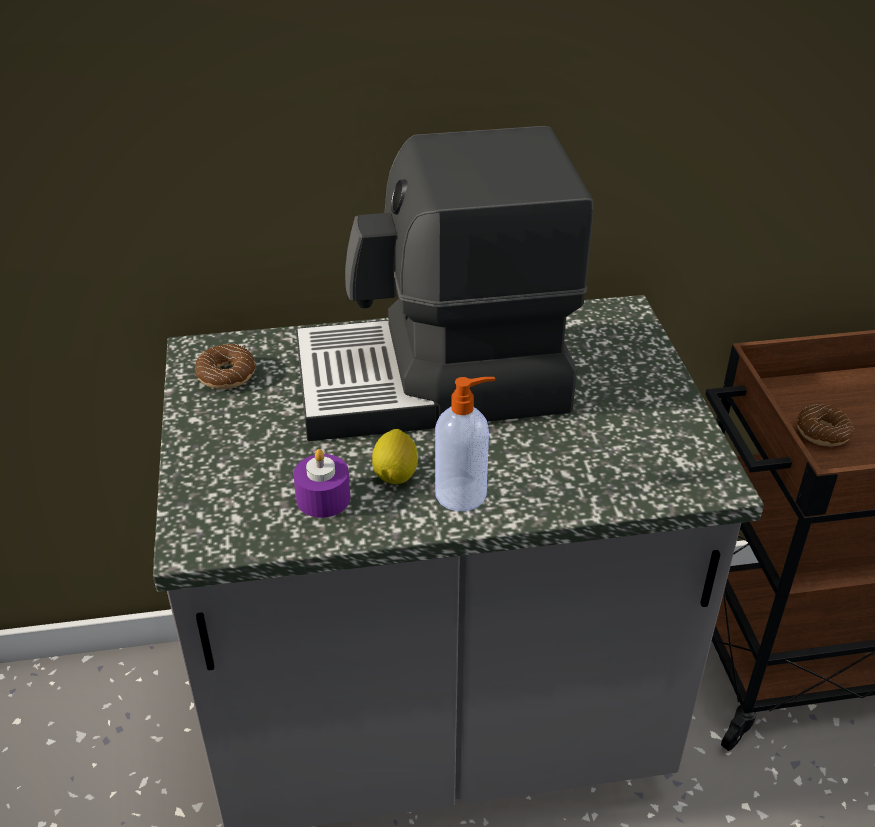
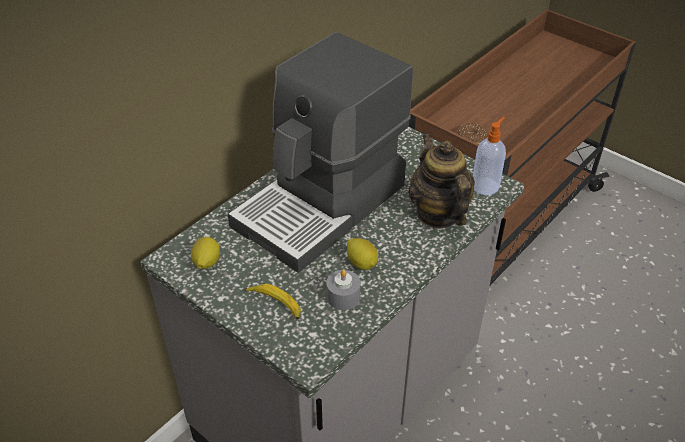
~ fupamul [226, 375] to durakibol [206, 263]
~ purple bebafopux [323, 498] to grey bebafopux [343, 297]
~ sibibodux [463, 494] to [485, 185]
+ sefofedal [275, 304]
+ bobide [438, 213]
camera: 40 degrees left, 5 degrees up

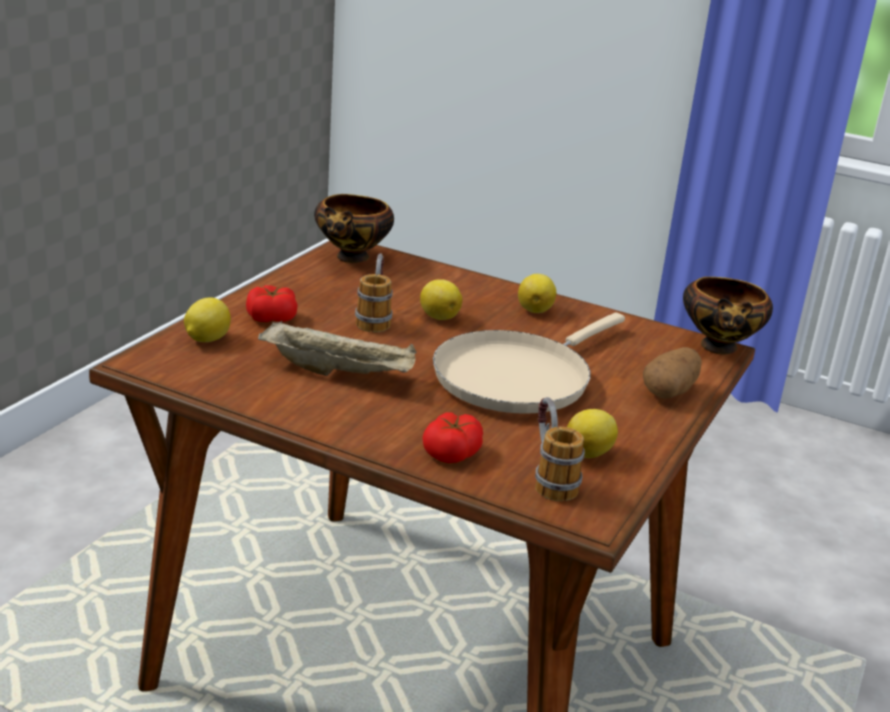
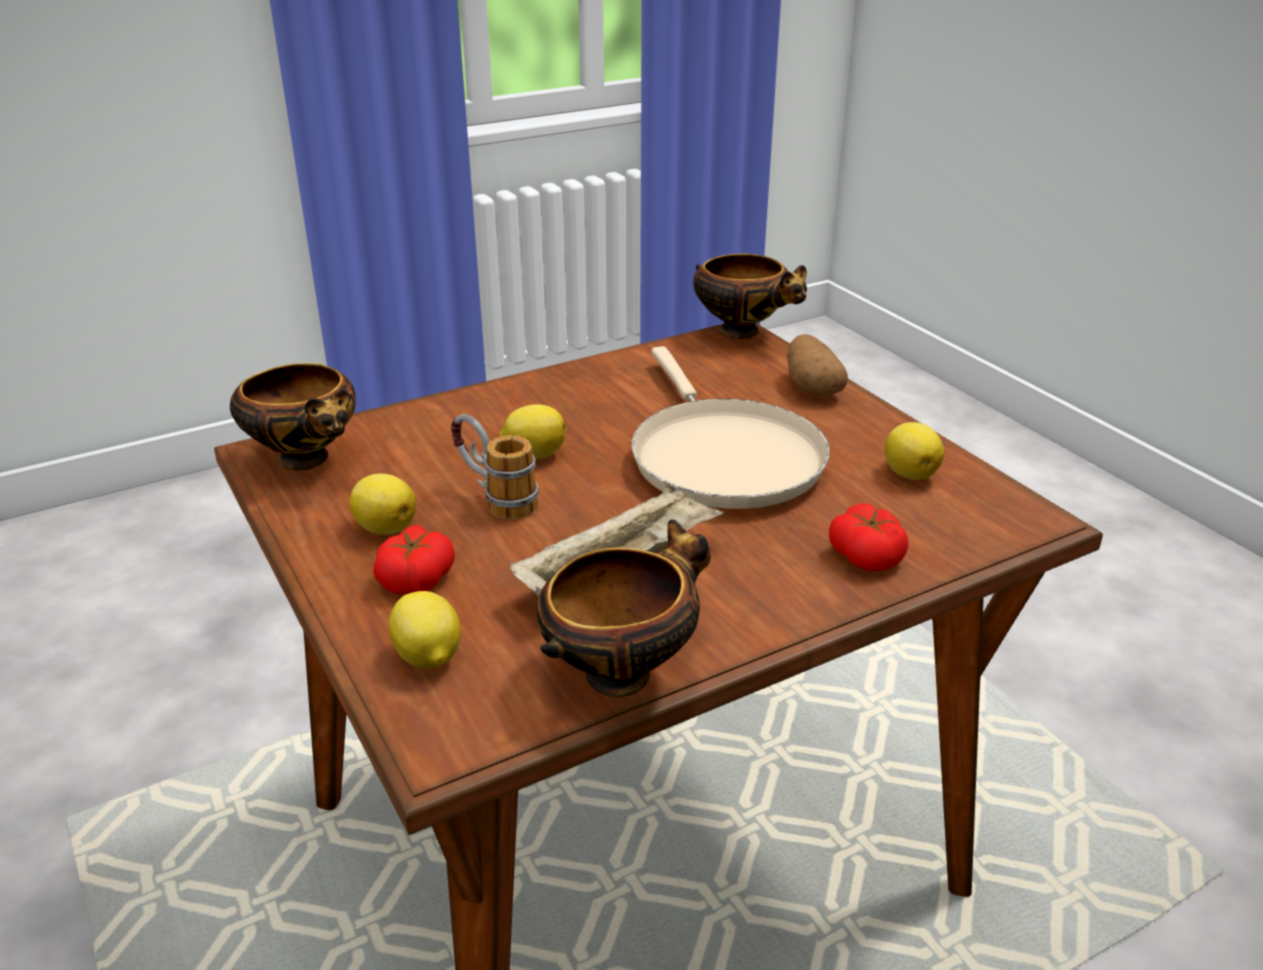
~ durakibol [535, 310] to [385, 527]
- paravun [549, 478]
+ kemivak [622, 671]
camera: 55 degrees left, 5 degrees up

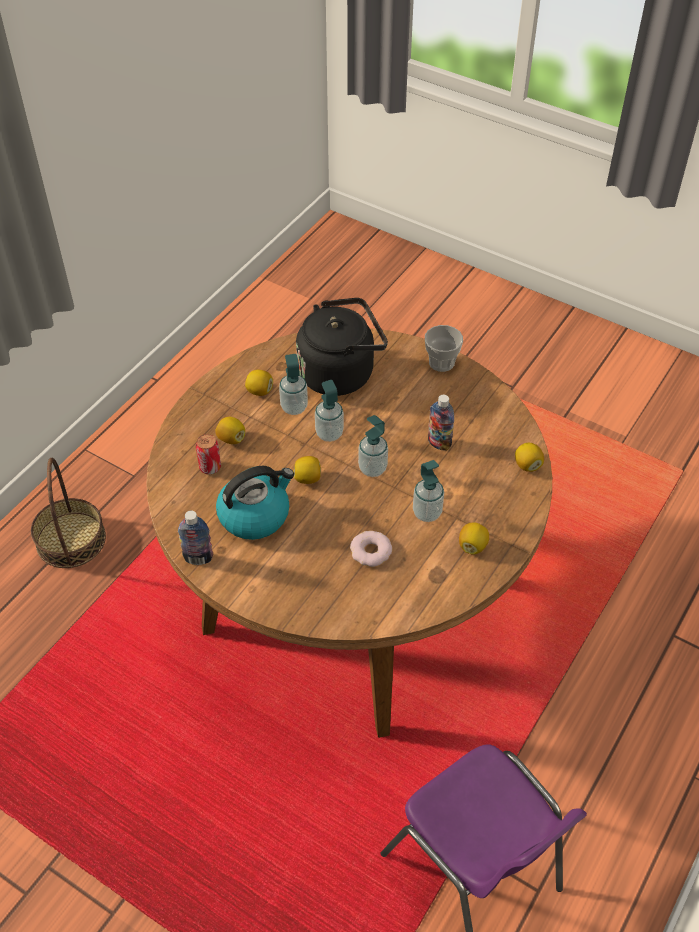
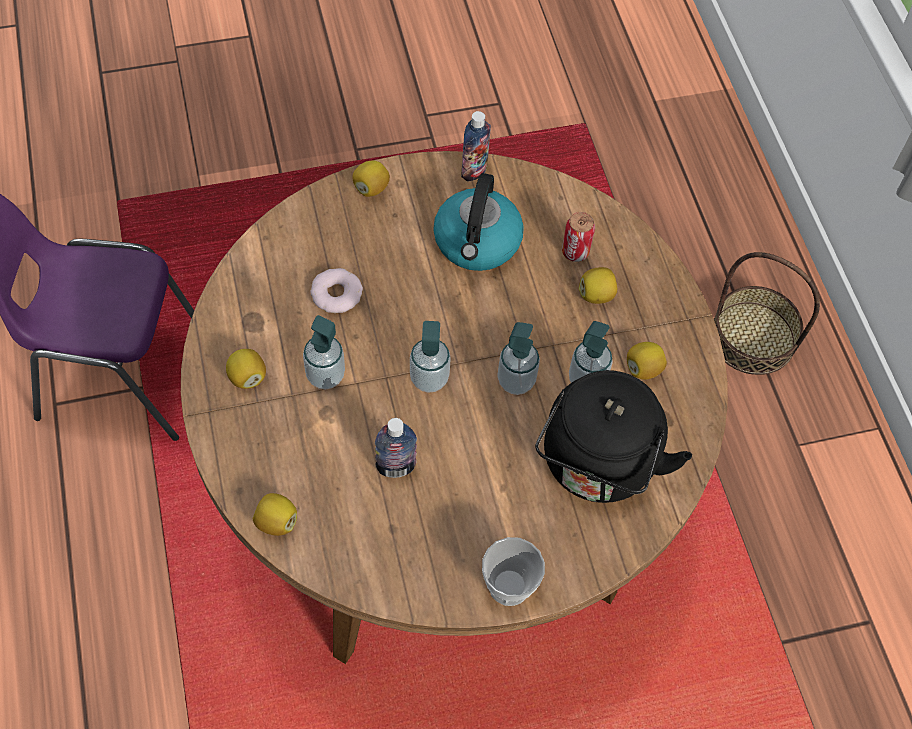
~ durakibol [308, 478] to [371, 188]
camera: 130 degrees right, 10 degrees up

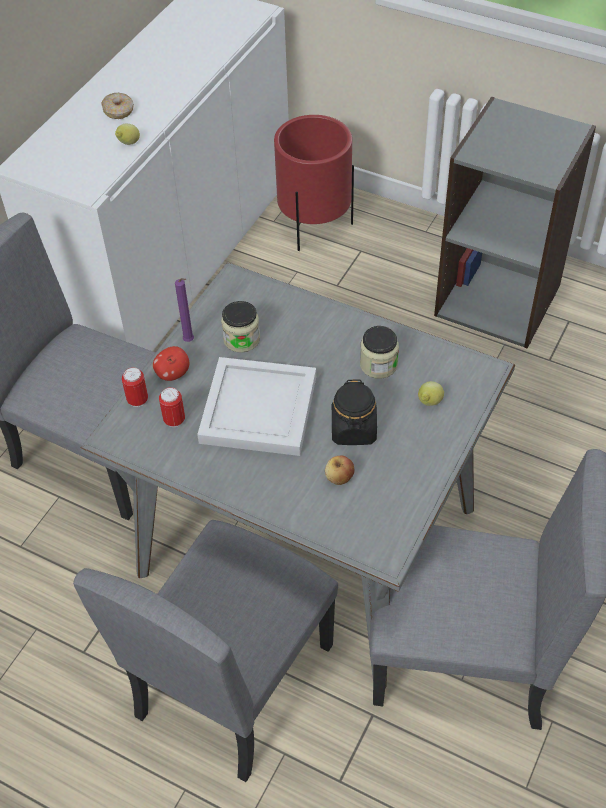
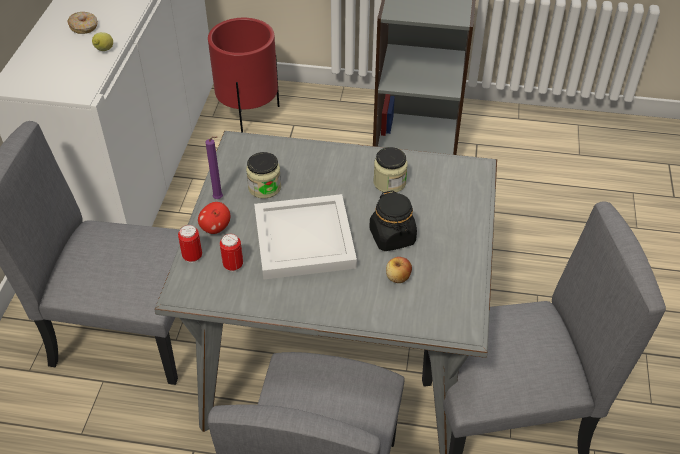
- durakibol [429, 403]
camera: 20 degrees left, 5 degrees down

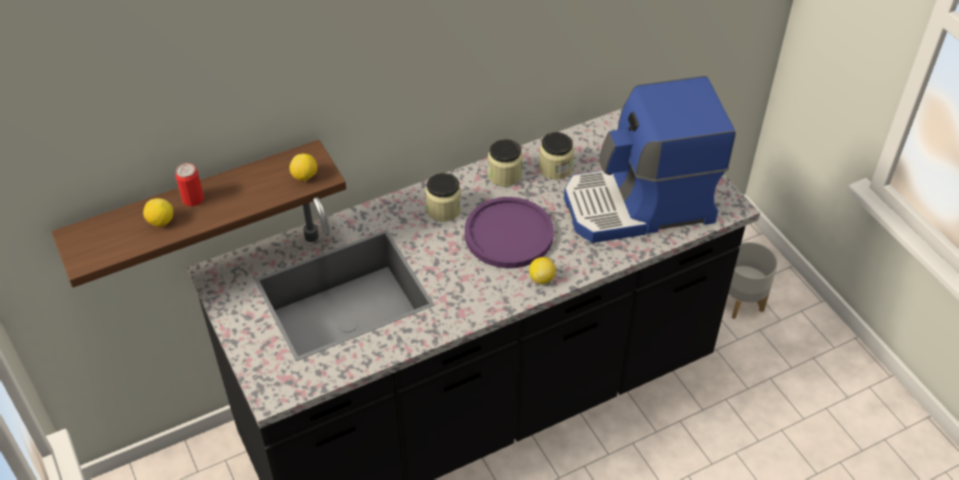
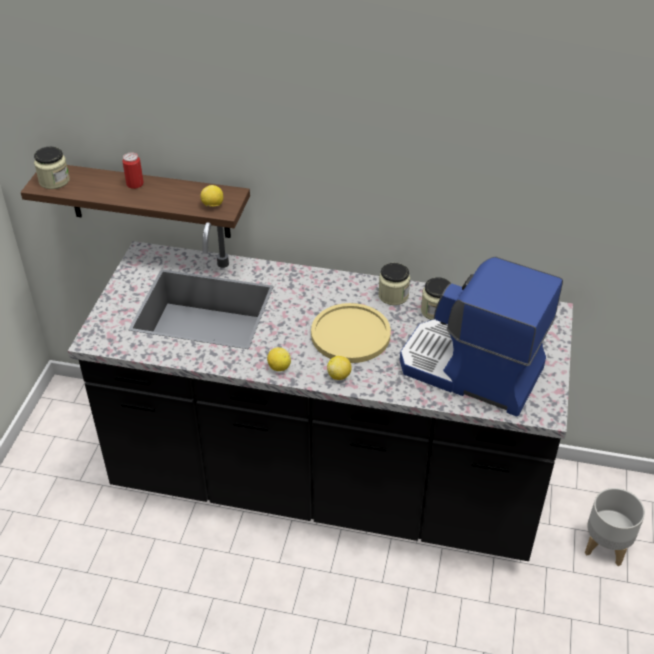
~ durakibol [161, 222] to [279, 367]
~ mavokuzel [443, 209] to [54, 181]
~ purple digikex [509, 234] to yellow digikex [350, 334]
camera: 40 degrees right, 5 degrees down

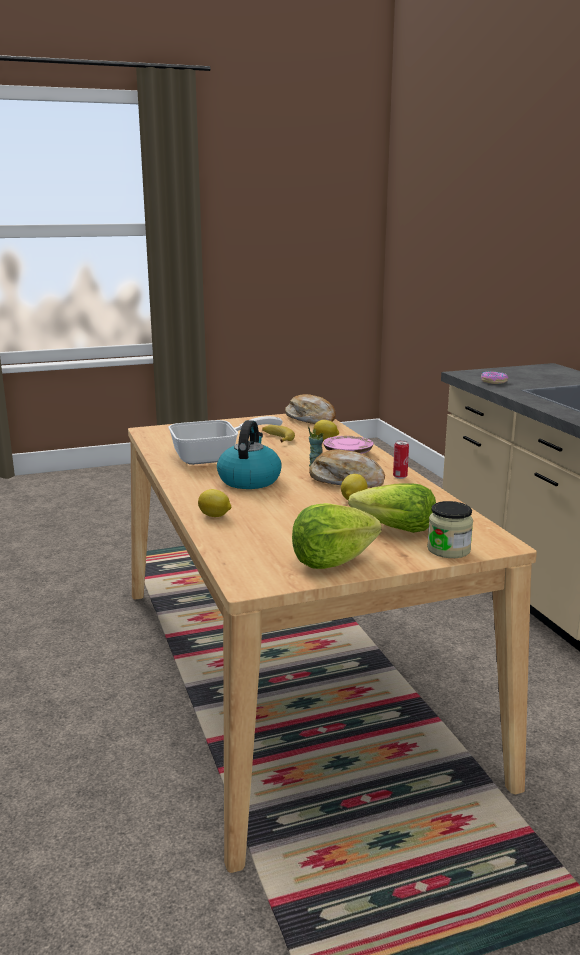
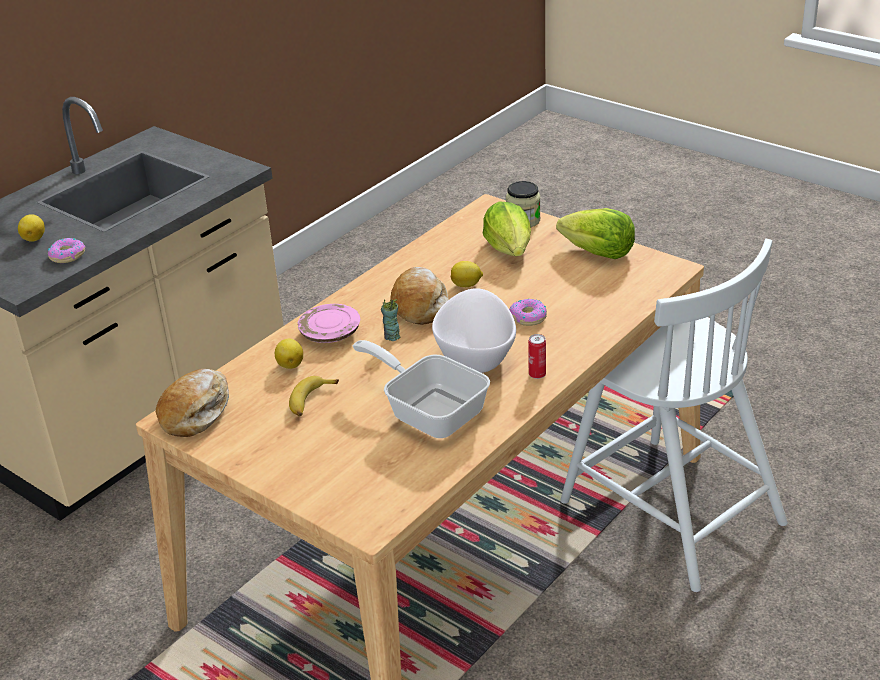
~ durakibol [215, 516] to [34, 238]
~ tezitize [249, 480] to white kemivak [476, 356]
~ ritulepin [400, 477] to [537, 375]
+ fupamul [528, 317]
+ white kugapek [668, 509]
camera: 120 degrees left, 15 degrees up

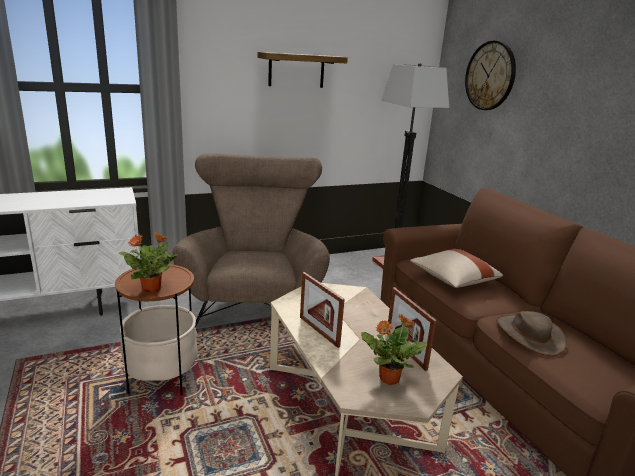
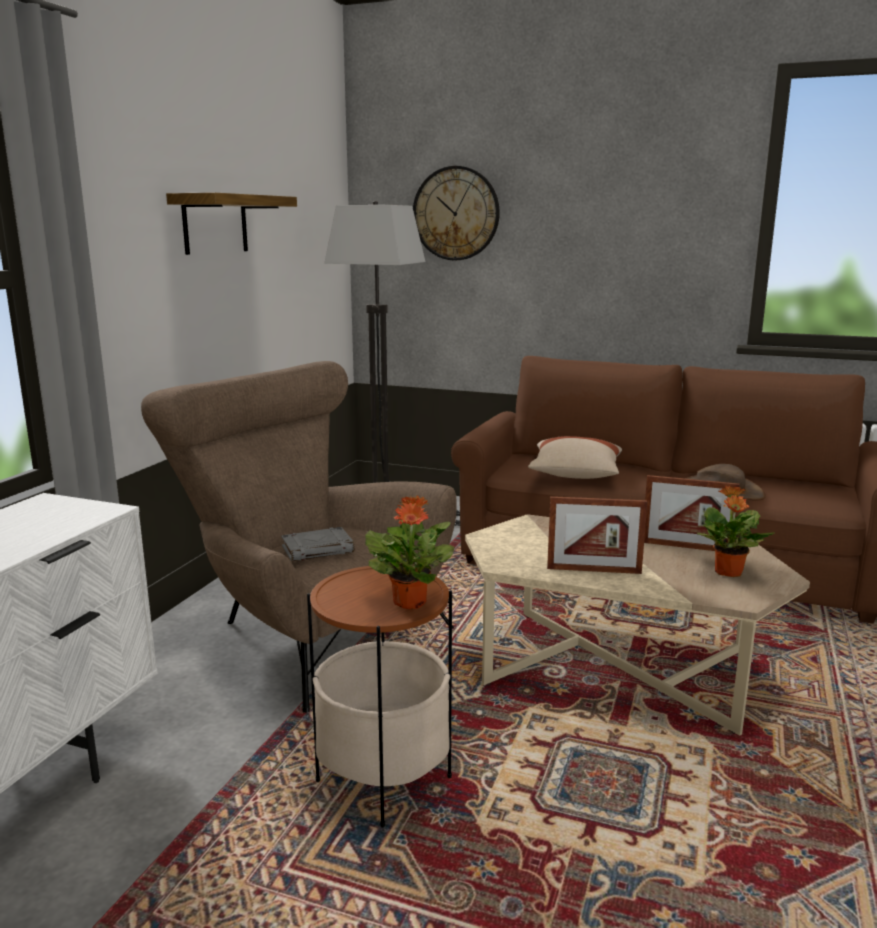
+ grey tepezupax [318, 549]
camera: 45 degrees left, 5 degrees down

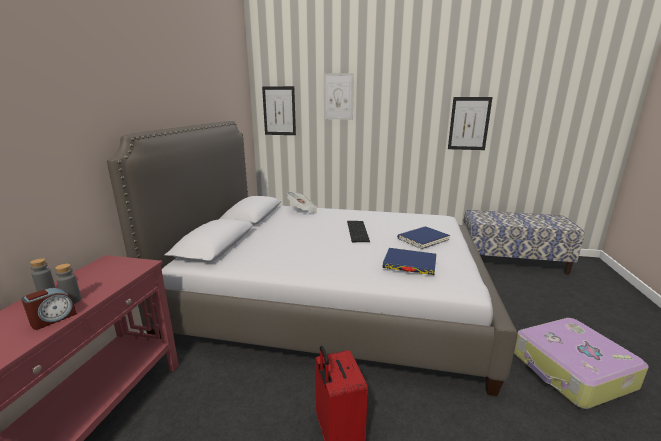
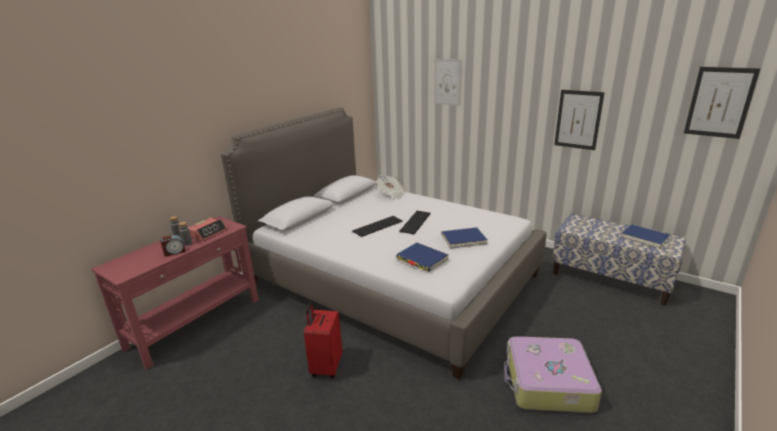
~ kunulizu [279, 111] to [719, 102]
+ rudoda [207, 233]
+ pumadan [377, 225]
+ blue tepezupax [644, 238]
camera: 25 degrees right, 5 degrees up

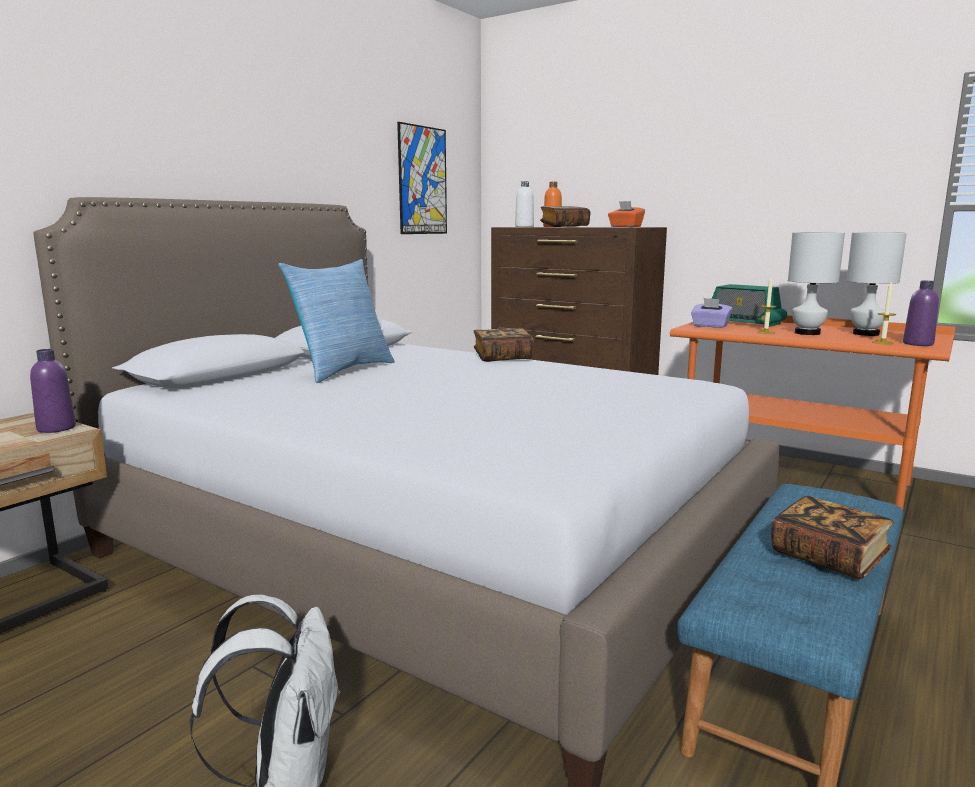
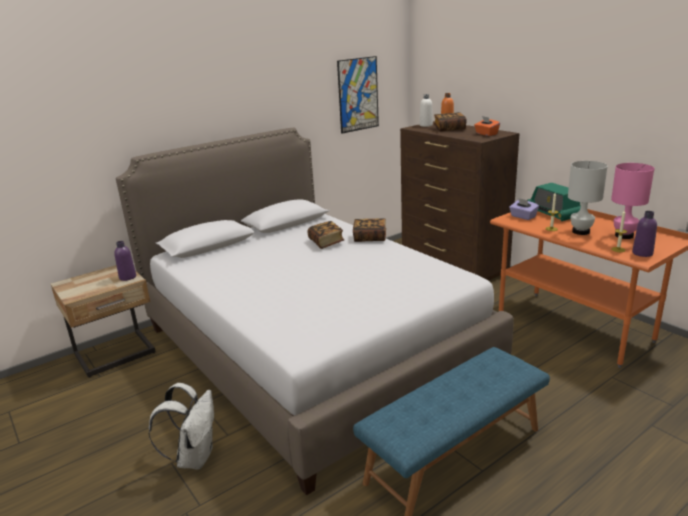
- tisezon [342, 370]
~ tepezupax [828, 557] to [326, 242]
~ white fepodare [866, 334] to pink fepodare [624, 235]
camera: 20 degrees right, 10 degrees up

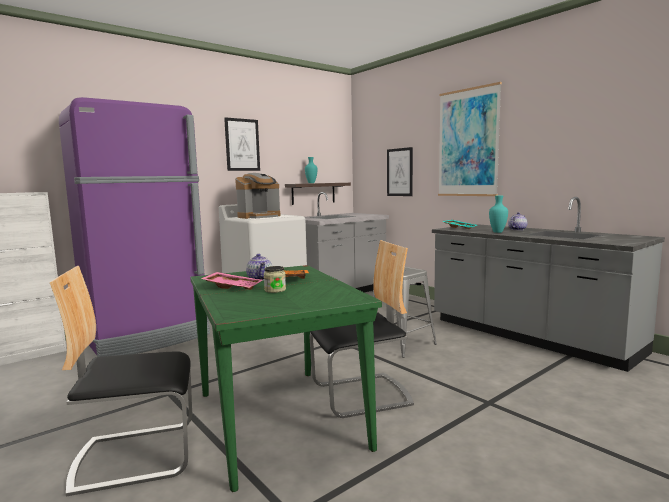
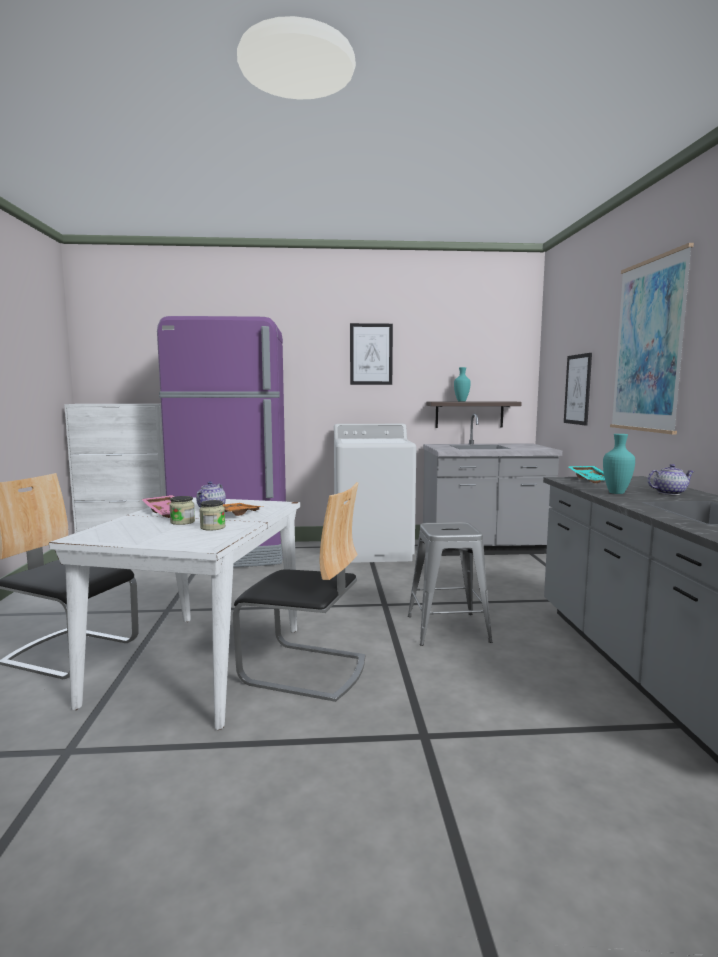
~ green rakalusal [278, 418] to white rakalusal [201, 662]
- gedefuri [259, 217]
+ mavokuzel [212, 527]
camera: 35 degrees right, 0 degrees up

